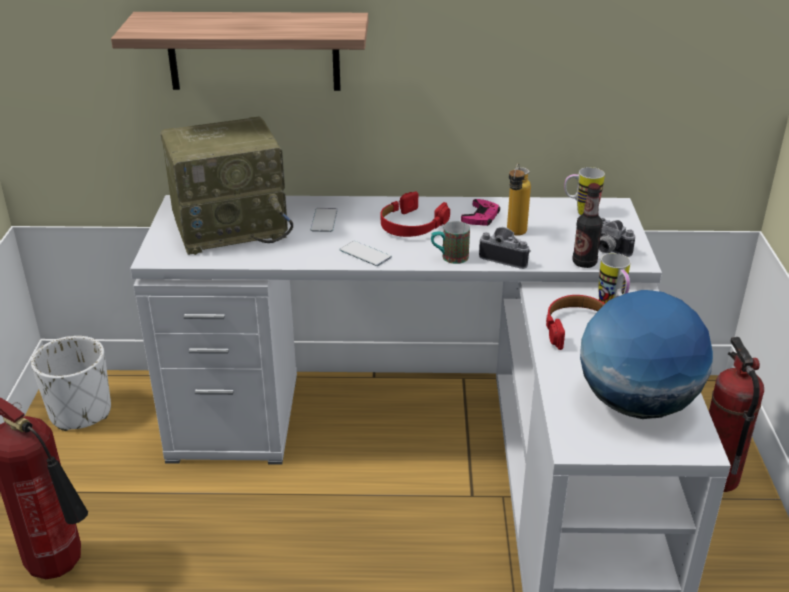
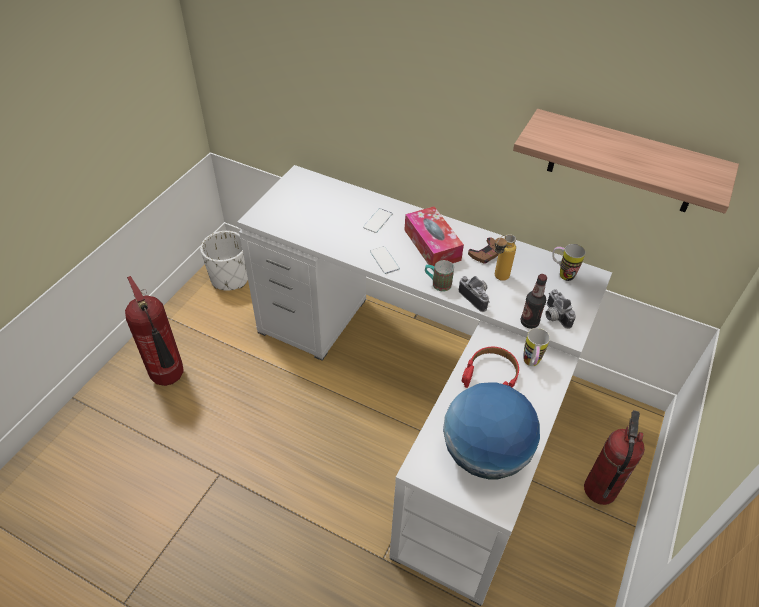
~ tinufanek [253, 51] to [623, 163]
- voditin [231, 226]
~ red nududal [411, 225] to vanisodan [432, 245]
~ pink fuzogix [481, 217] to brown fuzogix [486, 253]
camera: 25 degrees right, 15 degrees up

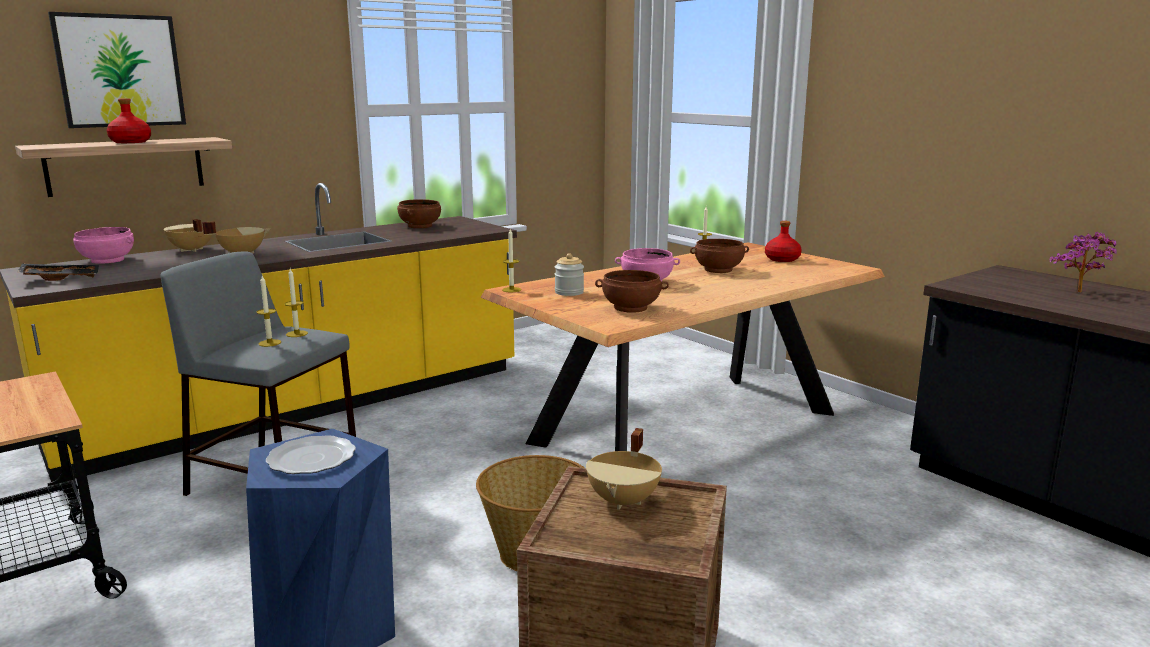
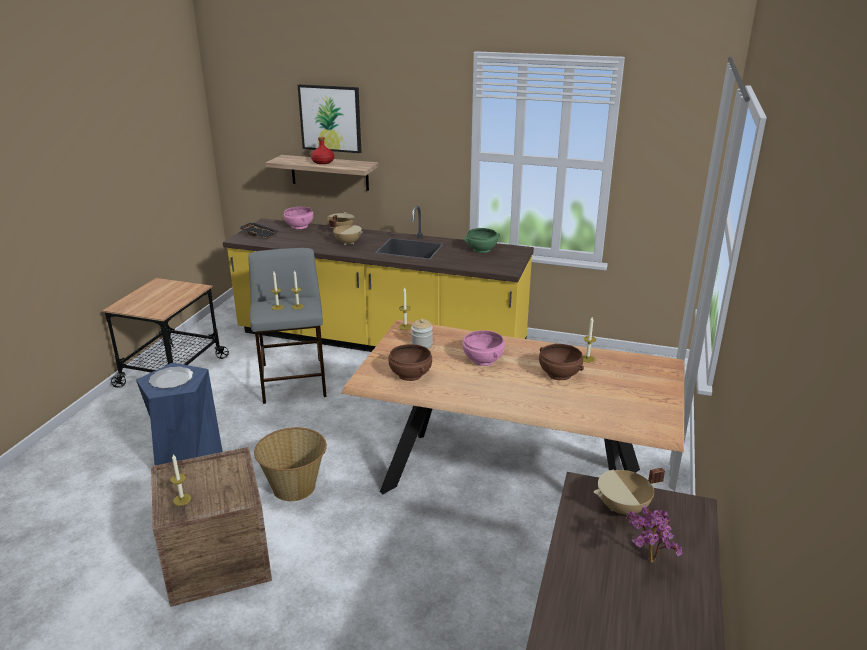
~ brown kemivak [419, 226] to green kemivak [481, 249]
~ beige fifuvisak [625, 501] to [623, 509]
- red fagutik [782, 259]
+ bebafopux [182, 499]
camera: 55 degrees right, 10 degrees up

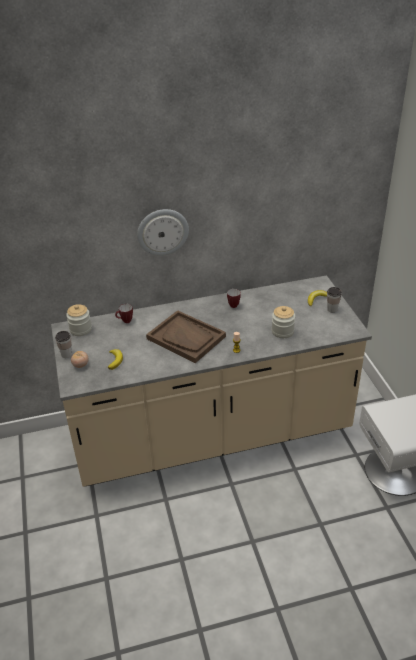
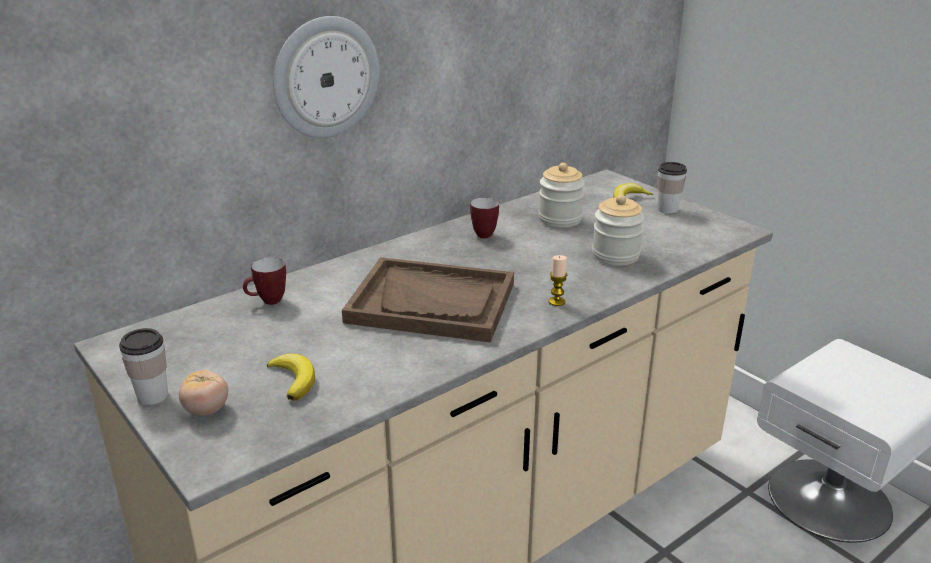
~ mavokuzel [80, 329] to [560, 219]
camera: 25 degrees left, 10 degrees down

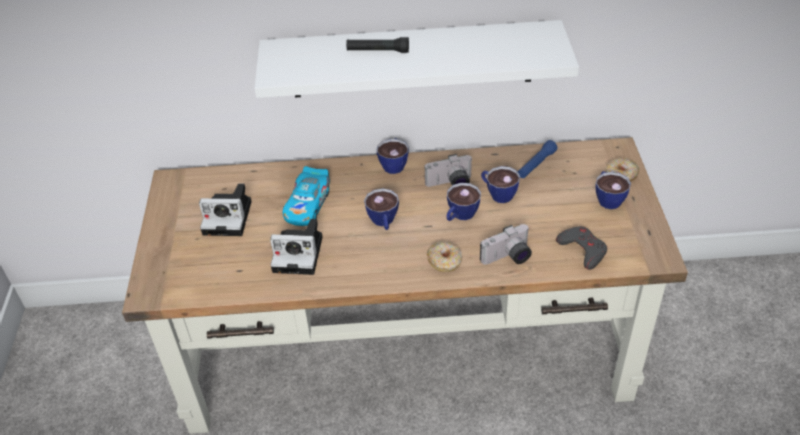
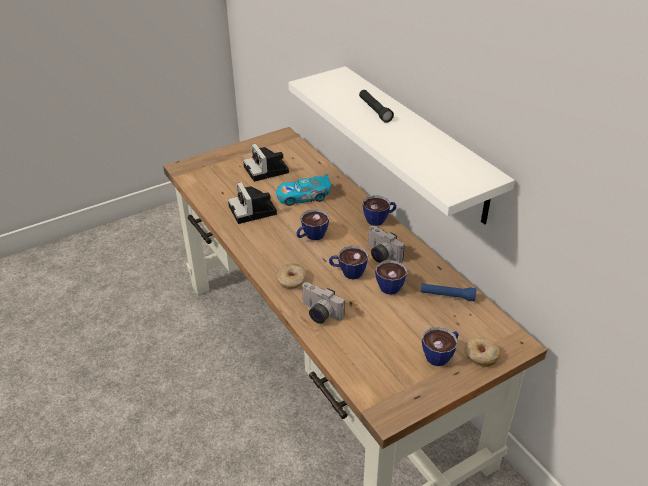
- grey fuzogix [582, 250]
camera: 60 degrees right, 5 degrees down

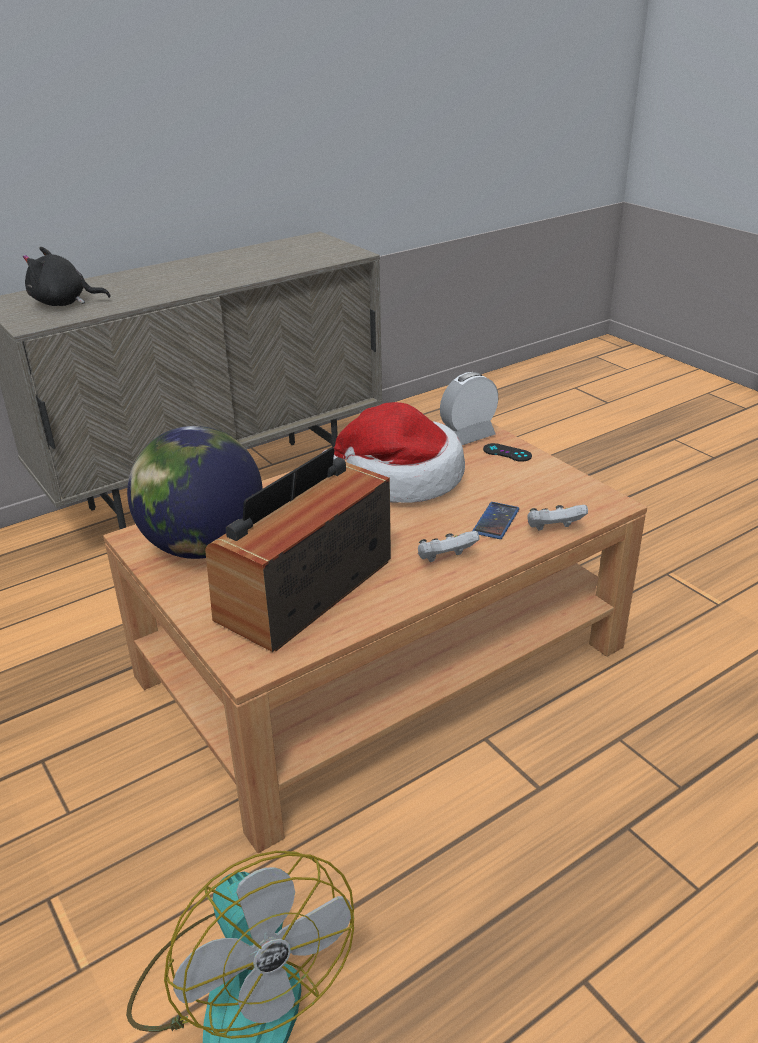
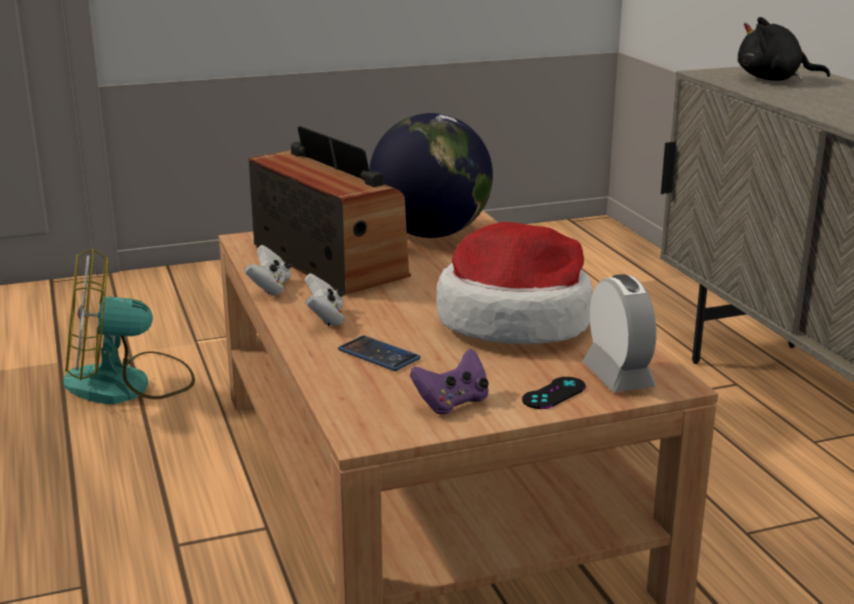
~ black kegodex [64, 303] = [773, 79] 90 degrees counterclockwise
~ white fuzogix [553, 529] to [270, 288]
+ purple fuzogix [452, 403]
camera: 105 degrees right, 10 degrees down

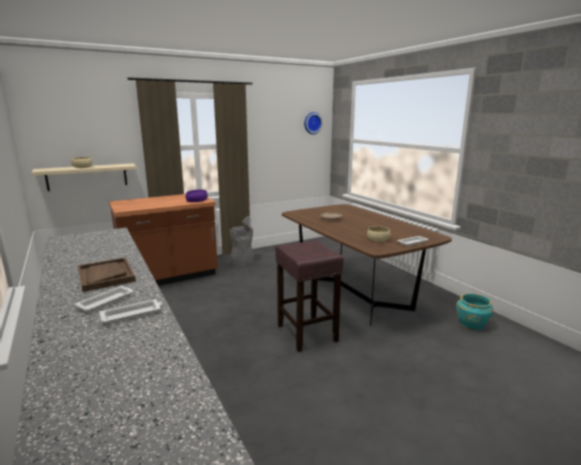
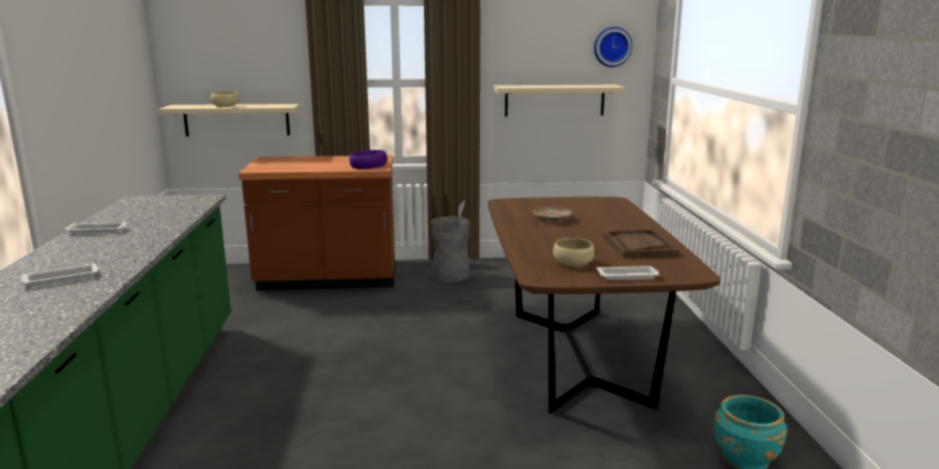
~ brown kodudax [106, 275] to [638, 246]
~ white kodudax [132, 314] to [98, 231]
- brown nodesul [306, 332]
+ beige tinufanek [554, 100]
camera: 25 degrees right, 0 degrees up

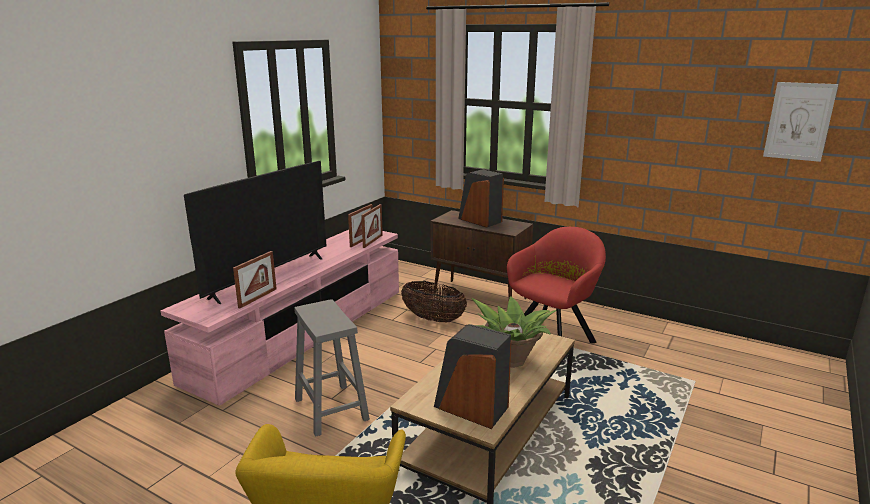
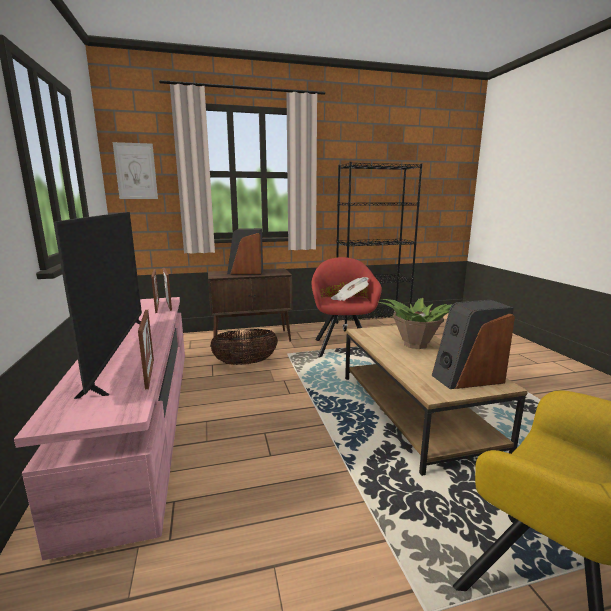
- grey nodesul [330, 408]
~ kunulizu [799, 121] to [136, 171]
+ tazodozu [349, 298]
+ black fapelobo [372, 324]
camera: 45 degrees left, 5 degrees down

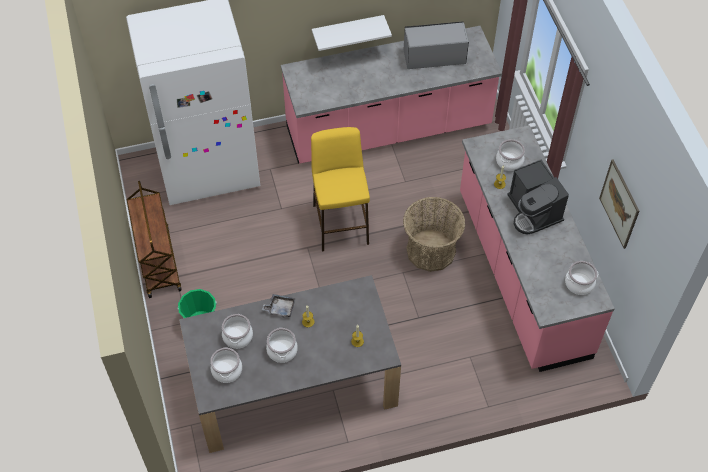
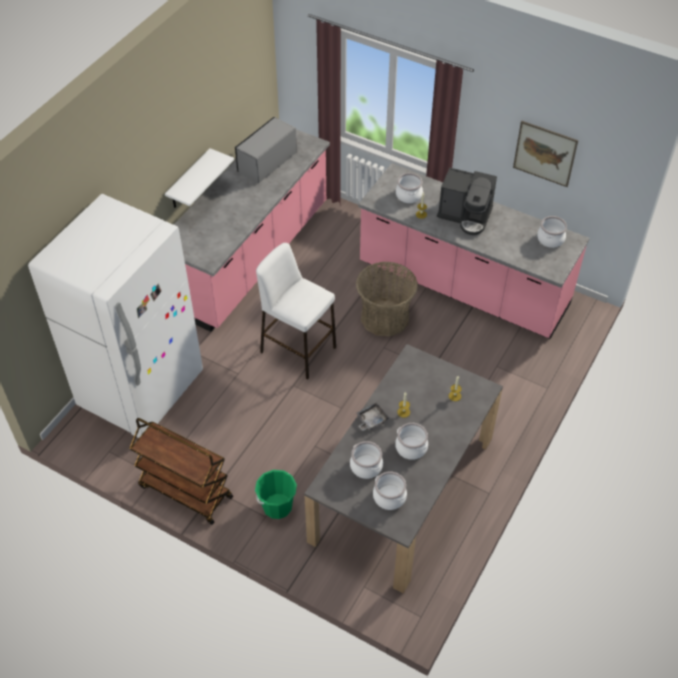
~ yellow nodesul [340, 224] to white nodesul [297, 349]
camera: 45 degrees left, 5 degrees down

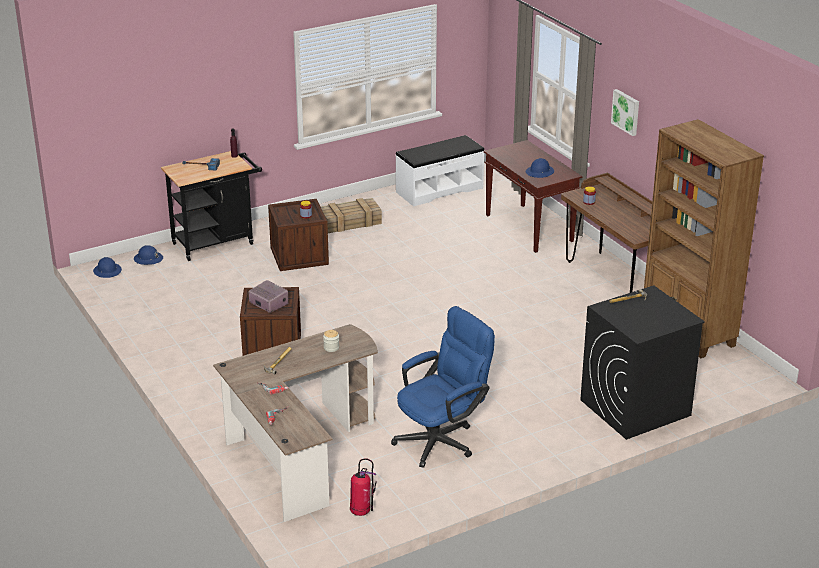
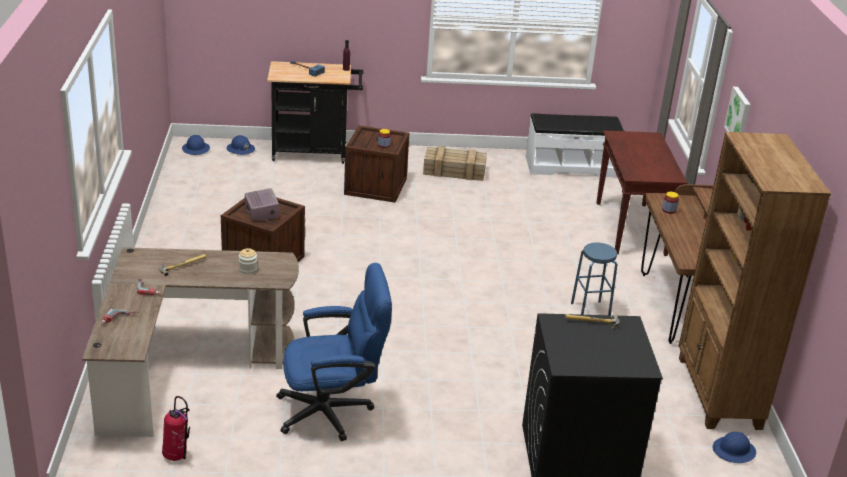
~ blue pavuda [540, 172] to [734, 451]
+ blue nodesul [590, 310]
camera: 25 degrees right, 0 degrees up

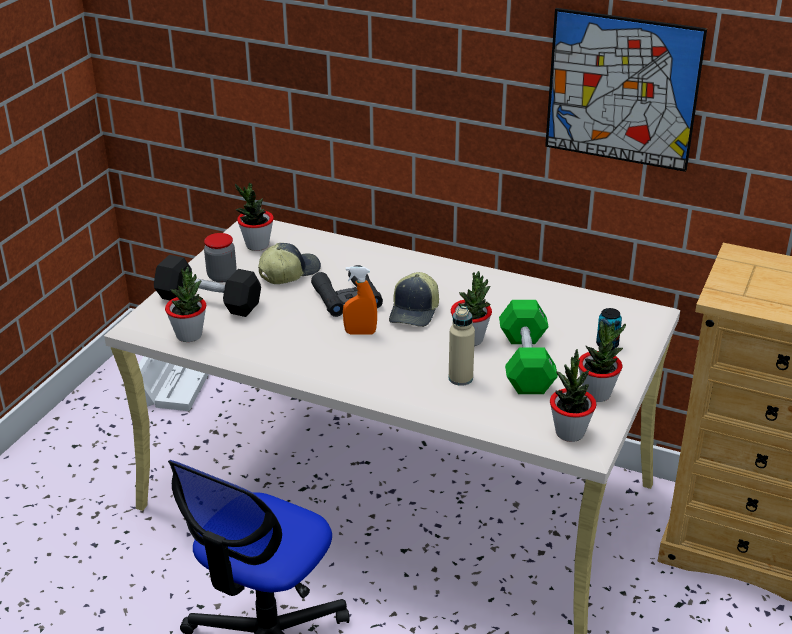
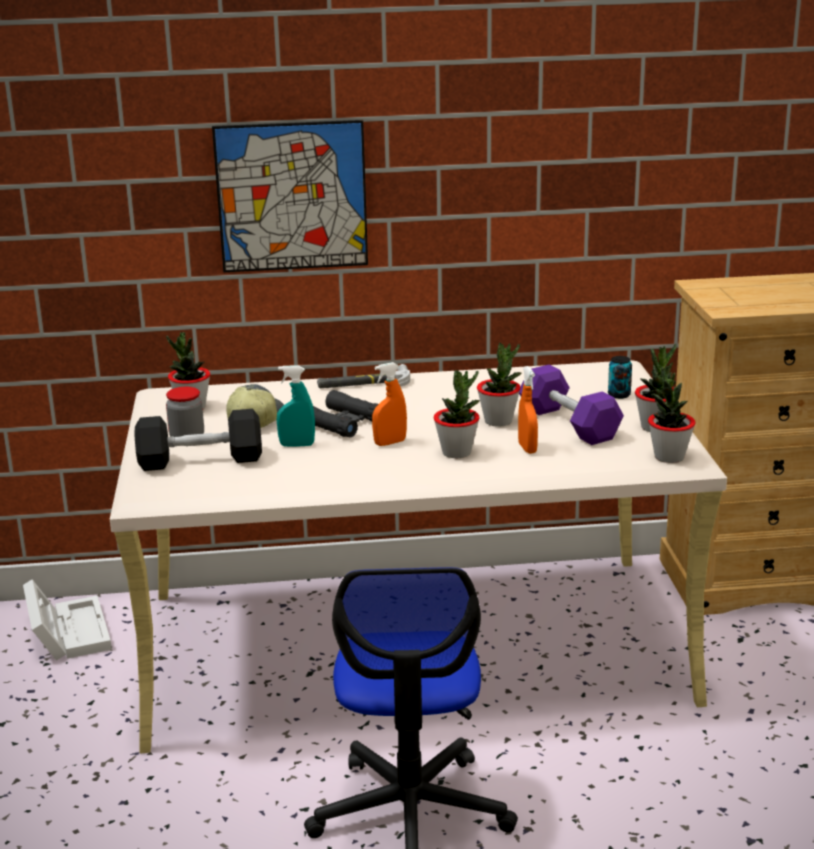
~ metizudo [189, 335] to [457, 452]
- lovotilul [415, 312]
~ beige fagutik [460, 378] to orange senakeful [527, 448]
~ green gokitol [526, 363] to purple gokitol [569, 423]
~ kunulizu [622, 90] to [292, 196]
+ turquoise senakeful [297, 445]
+ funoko [364, 383]
camera: 30 degrees left, 10 degrees down

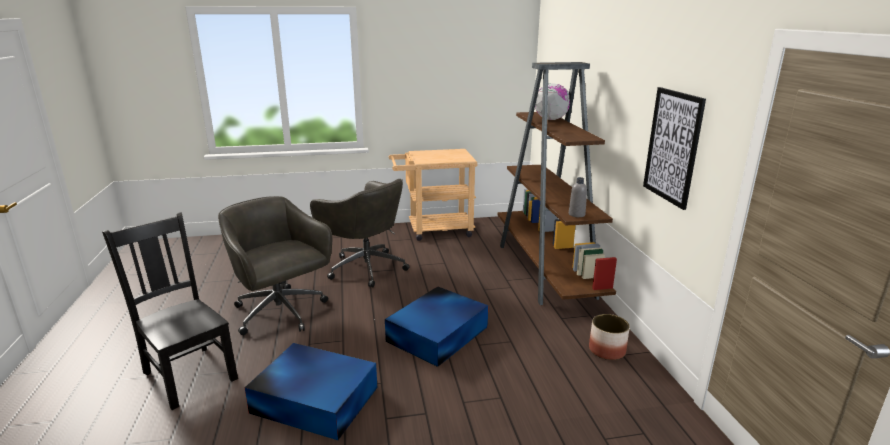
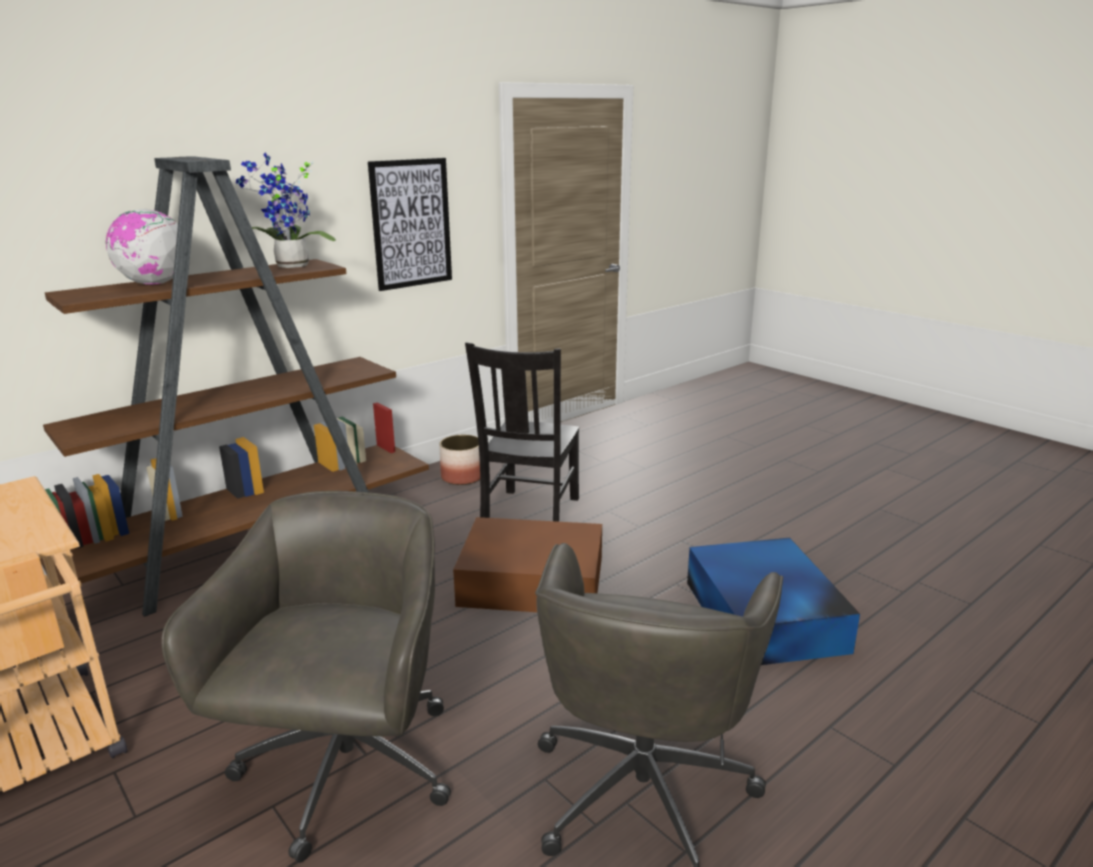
~ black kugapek [189, 374] to [529, 516]
~ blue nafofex [439, 333] to brown nafofex [530, 580]
- grey fagutik [576, 214]
+ metizudo [290, 267]
camera: 120 degrees left, 0 degrees up

